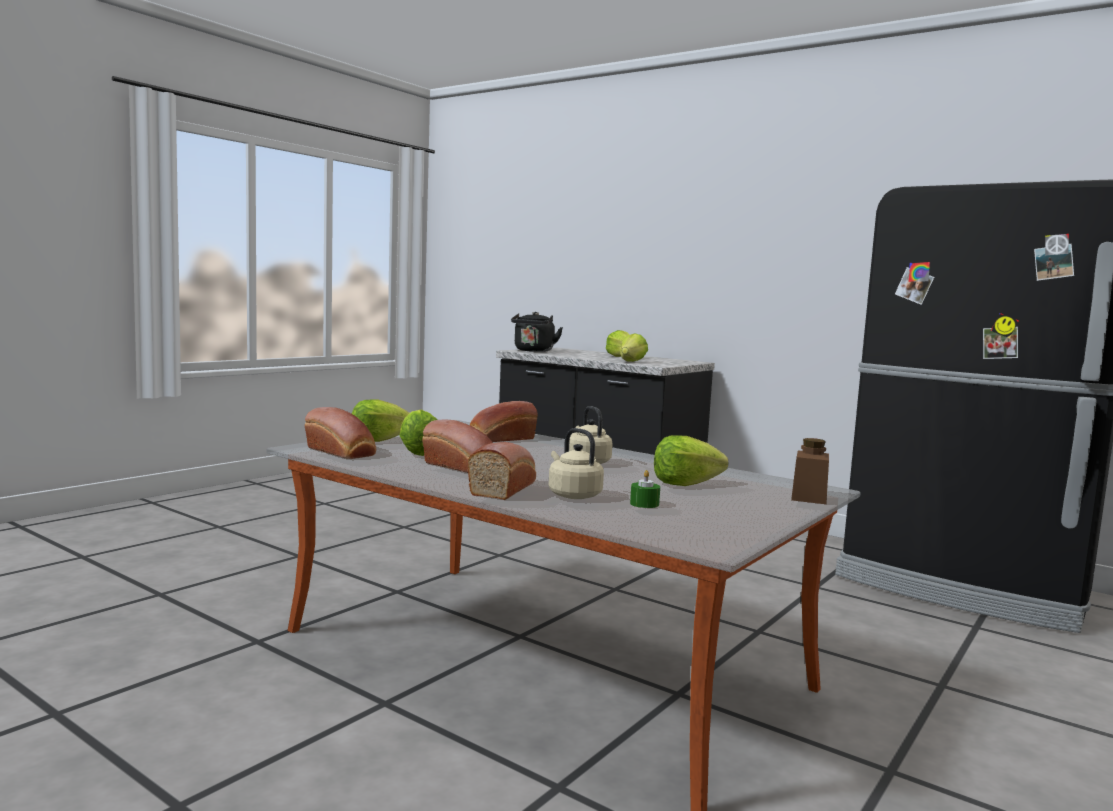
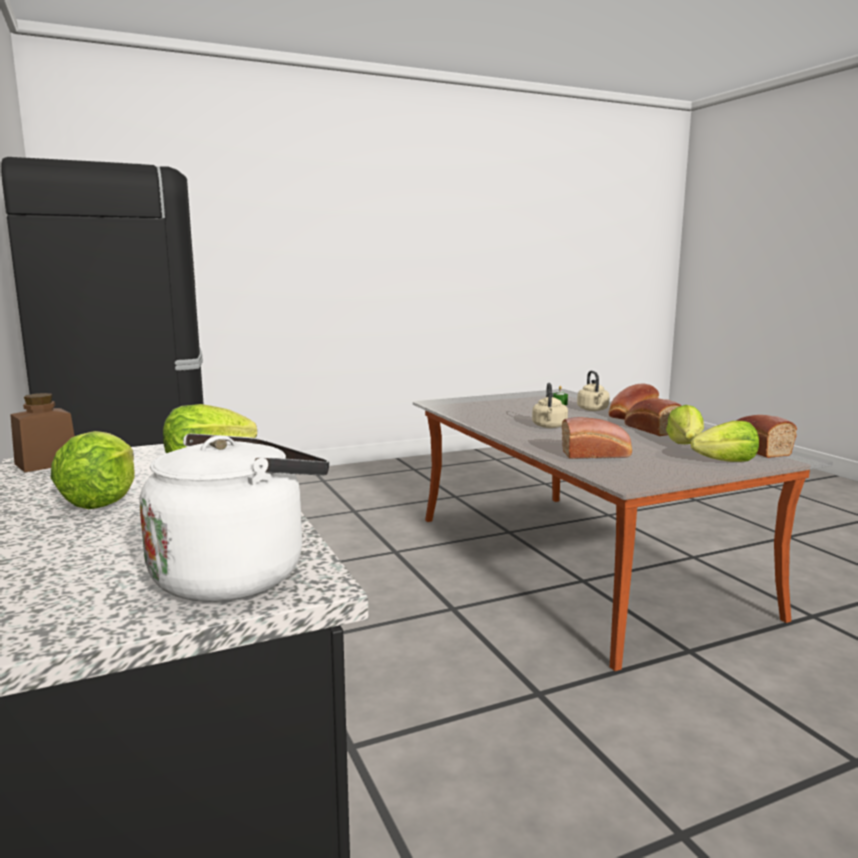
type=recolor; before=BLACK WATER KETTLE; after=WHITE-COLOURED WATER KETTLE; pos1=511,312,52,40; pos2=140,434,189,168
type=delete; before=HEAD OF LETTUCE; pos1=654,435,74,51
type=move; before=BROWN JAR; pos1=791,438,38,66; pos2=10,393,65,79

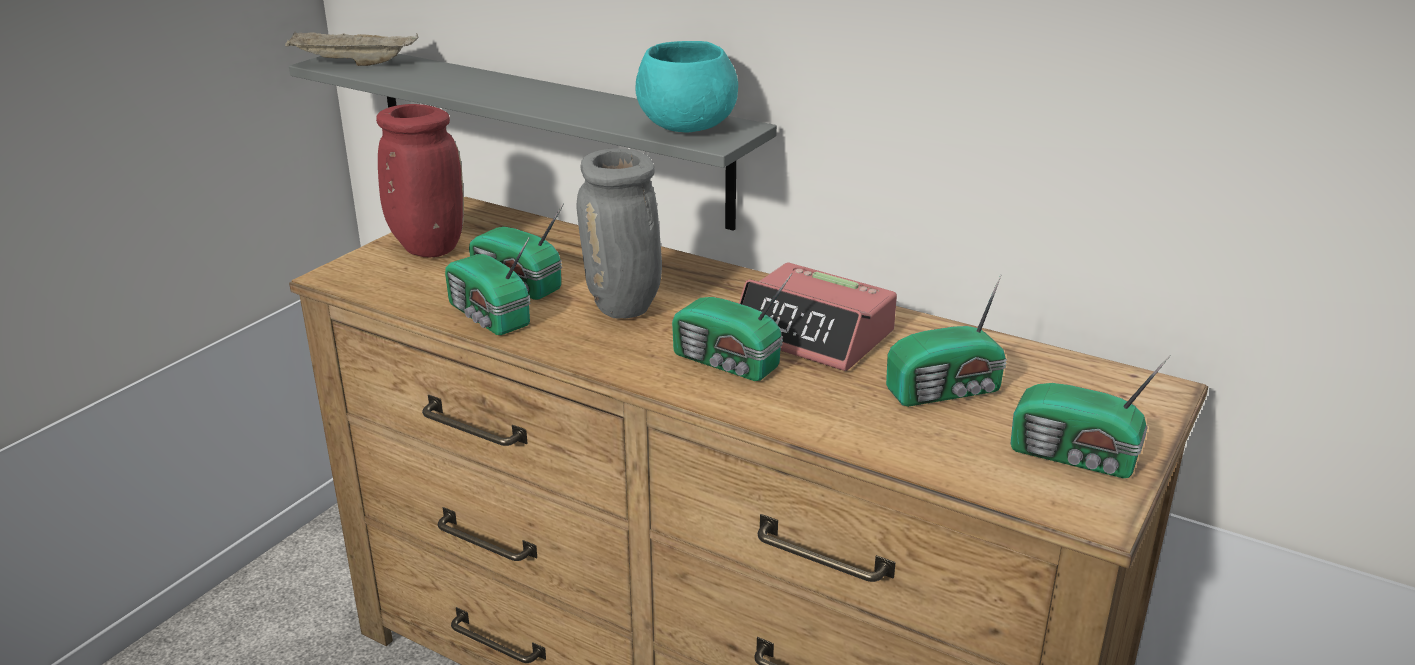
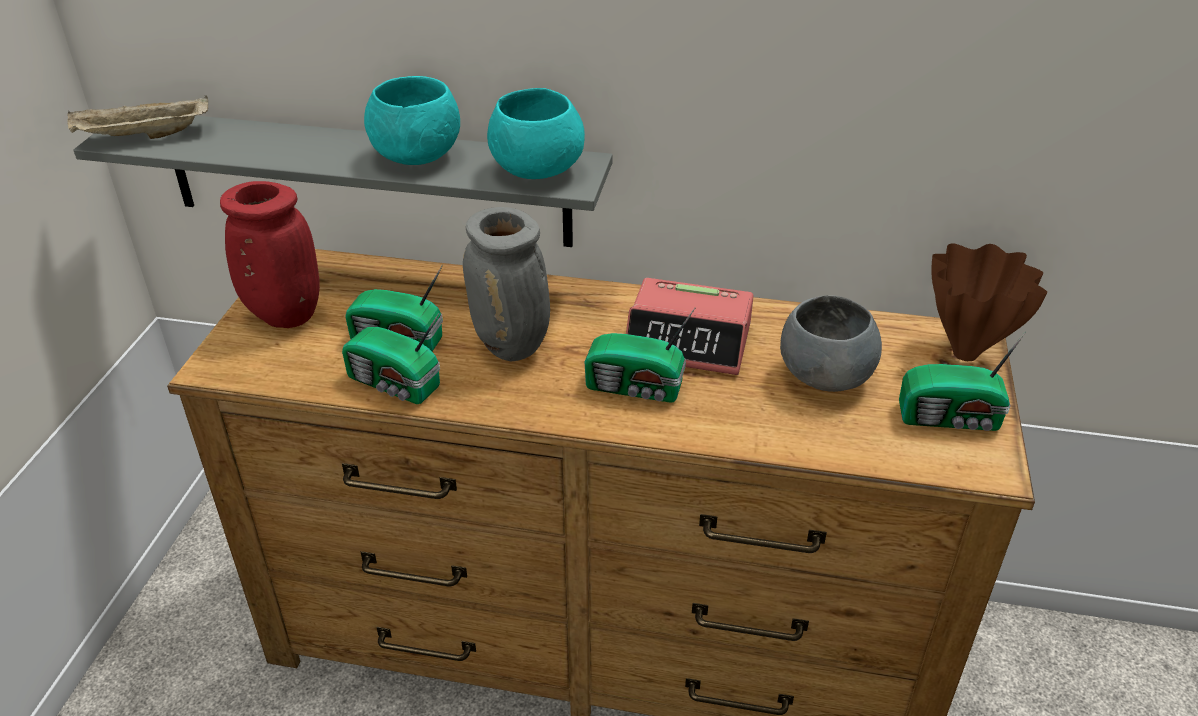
type=replace; before=RADIO RECEIVER; after=GREY DEEP DISH; pos1=886,274,121,133; pos2=780,295,102,97
type=insert; after=BLUE-GREEN DEEP DISH; pos2=364,76,96,89
type=insert; after=BROWN VASE; pos2=931,243,116,118

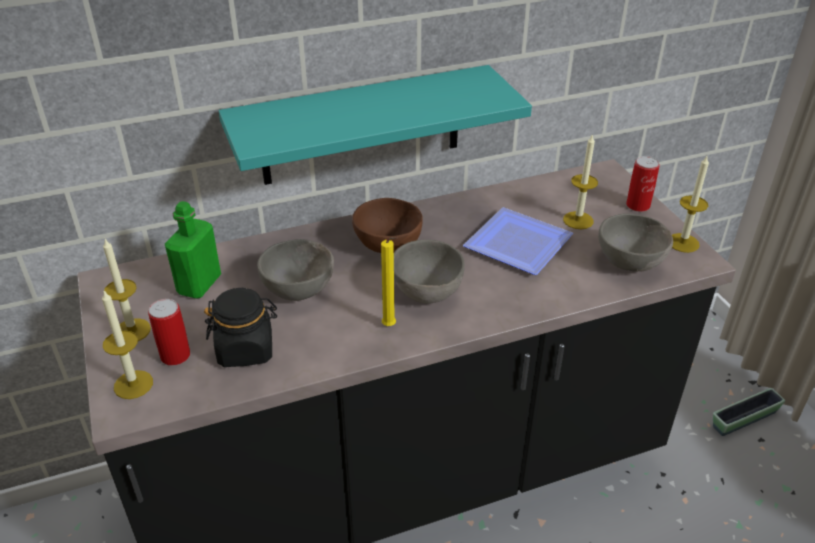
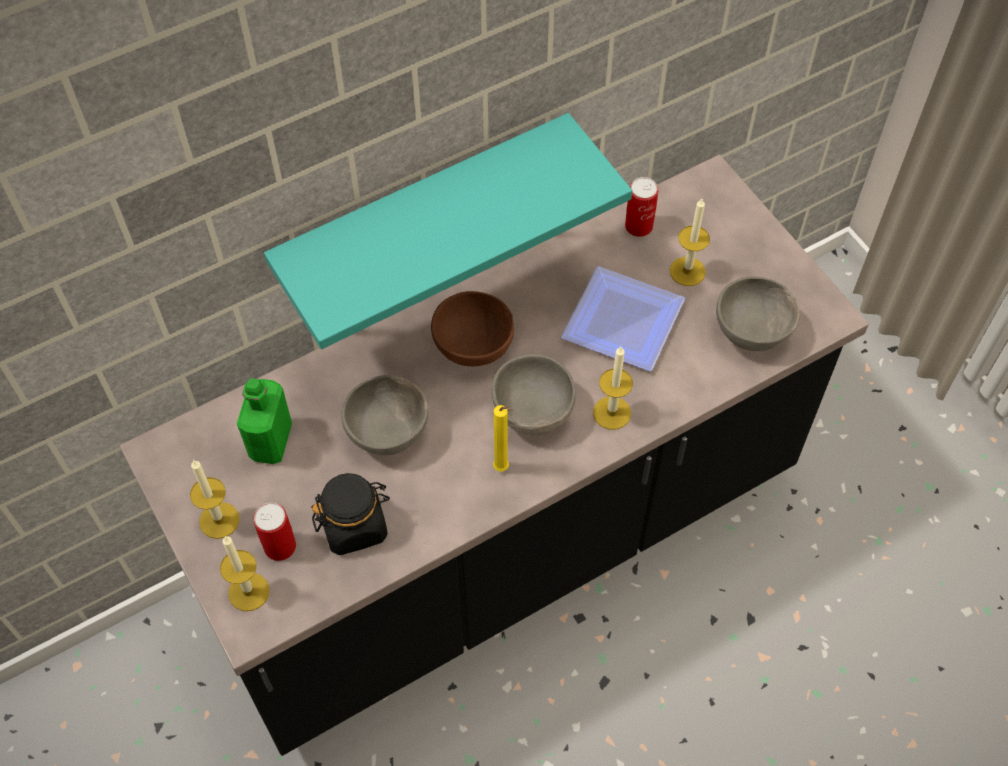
type=move; before=METAL CAN; pos1=626,156,34,56; pos2=625,177,33,60
type=move; before=CANDLE; pos1=672,156,37,97; pos2=593,347,40,83
type=delete; before=PLANTER; pos1=713,388,72,48

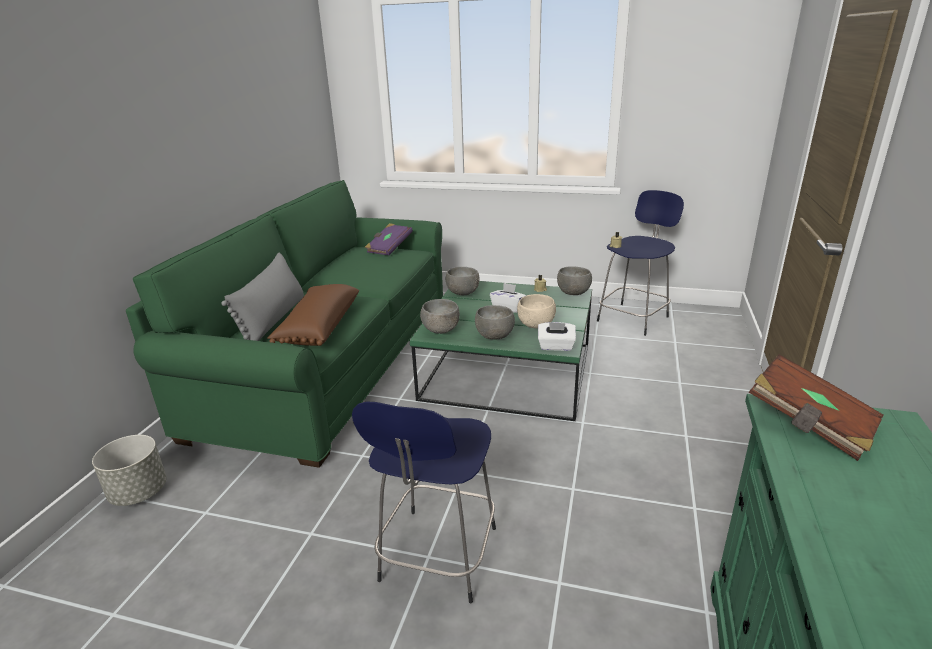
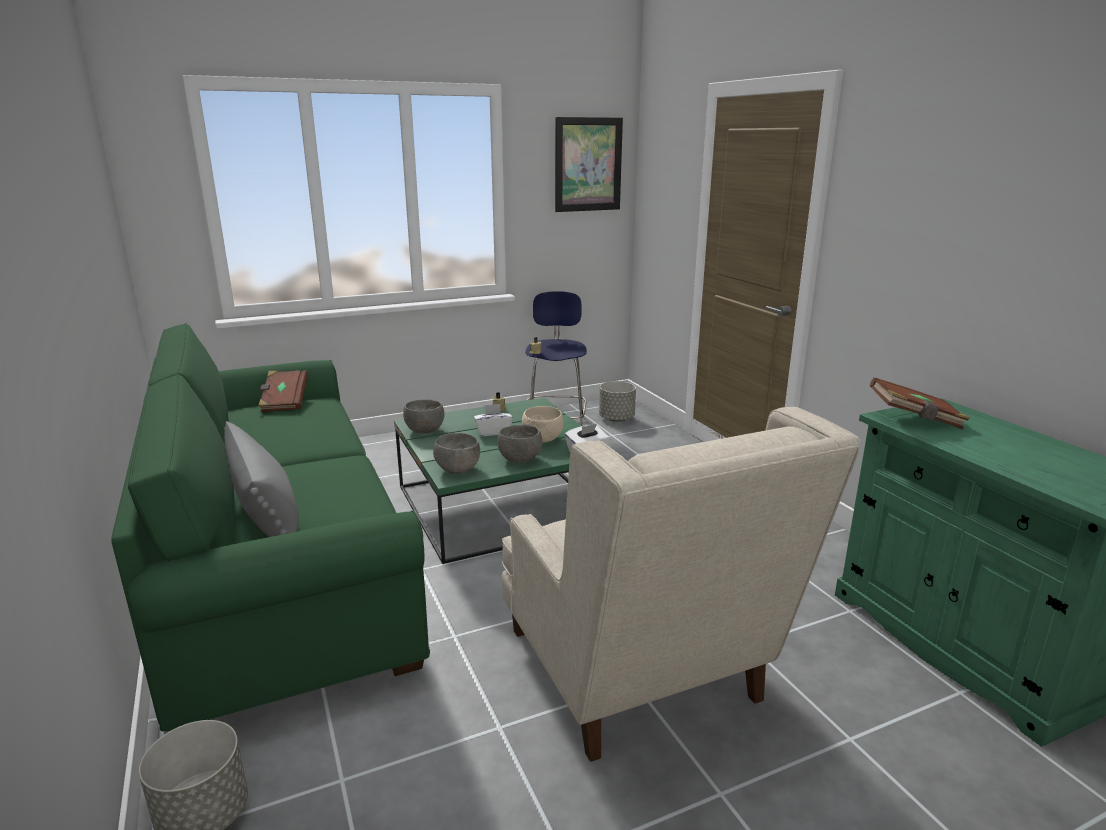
type=recolor; before=PURPLE BOUND BOOK; after=BROWN BOUND BOOK; pos1=365,223,48,33; pos2=258,370,50,42
type=delete; before=GREY DEEP DISH; pos1=557,266,35,29
type=delete; before=BROWN CUSHION; pos1=268,284,91,62
type=replace; before=BLUE-COLOURED STOOL; after=SAND-COLOURED ARMCHAIR; pos1=352,402,144,201; pos2=502,407,358,355
type=insert; after=WALL ART; pos2=555,117,68,95
type=insert; after=GREY PLANTER; pos2=599,381,37,41

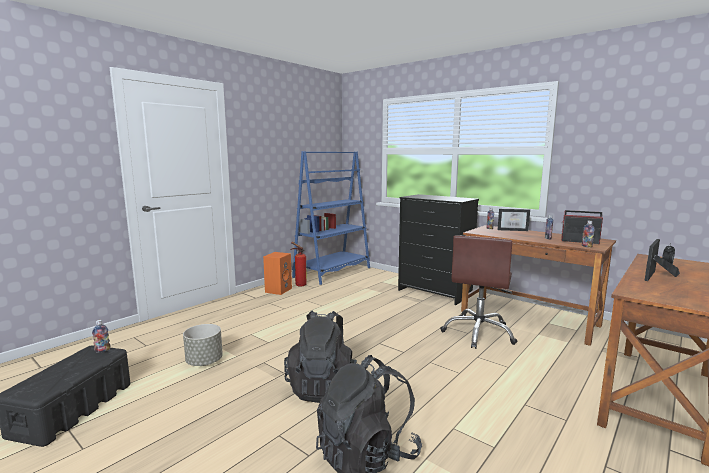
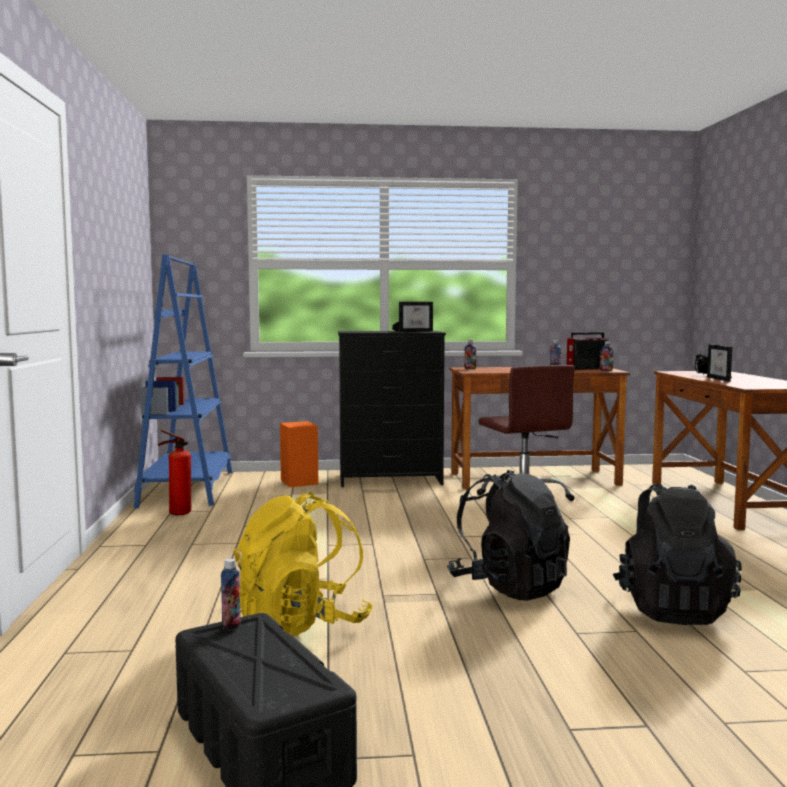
type=move; before=PHOTO FRAME; pos1=498,209,32,22; pos2=392,302,41,30
type=move; before=ORANGE AUDIO SPEAKER; pos1=263,252,29,43; pos2=280,421,38,66
type=replace; before=GREY PLANTER; after=YELLOW-COLOURED KNAPSACK; pos1=183,324,40,42; pos2=234,492,139,145

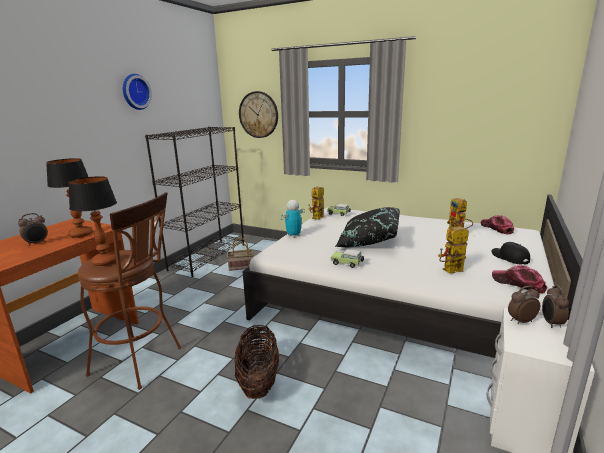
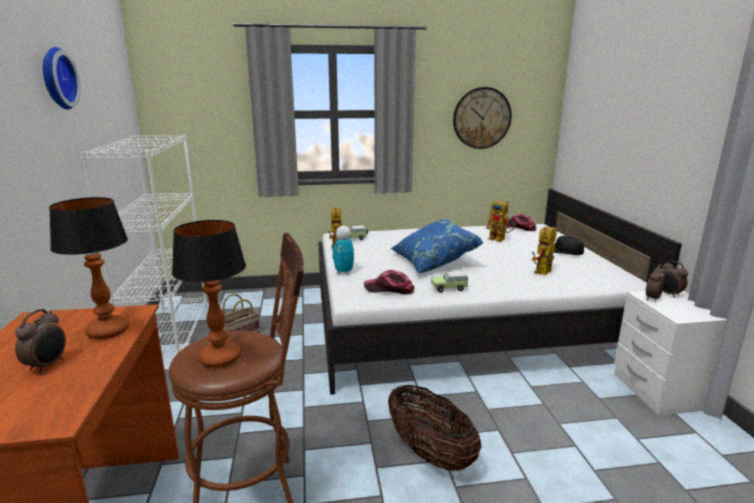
type=move; before=WALL CLOCK; pos1=239,91,39,47; pos2=453,87,59,62
type=recolor; before=BLACK BOOKCASE; after=WHITE-COLOURED BOOKCASE; pos1=145,127,99,150; pos2=81,135,126,227
type=recolor; before=BLACK CUSHION; after=BLUE-COLOURED CUSHION; pos1=335,207,65,40; pos2=390,219,93,54
type=move; before=CAP; pos1=492,265,55,29; pos2=364,270,50,24

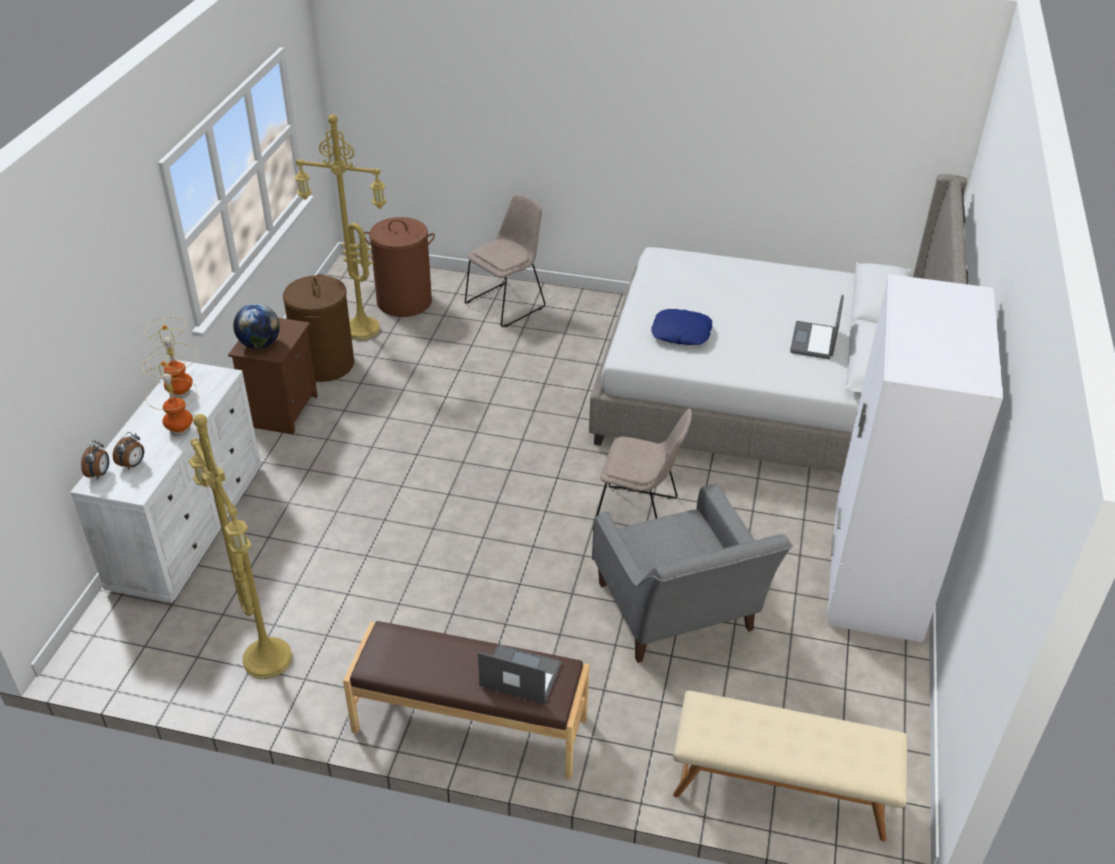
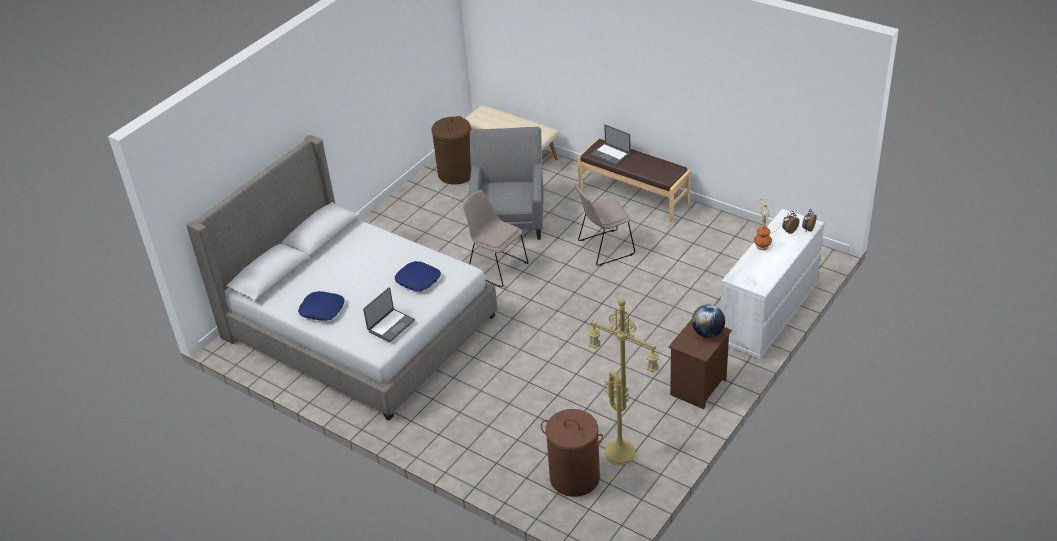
type=move; before=SAND-COLOURED UPRIGHT CHAIR; pos1=465,194,80,133; pos2=575,184,60,82
type=move; before=BROWN LAUNDRY BASKET; pos1=283,274,71,108; pos2=431,116,40,69
type=delete; before=WHITE-COLOURED WARDROBE; pos1=827,274,176,369
type=move; before=PORTABLE COMPUTER; pos1=790,295,54,64; pos2=363,287,52,56
type=delete; before=LAMP FOR A TABLE; pos1=144,317,53,82
type=delete; before=YELLOW-COLOURED STANDARD LAMP; pos1=189,414,103,265
type=insert; after=BLUE-COLOURED CUSHION; pos2=298,291,46,30

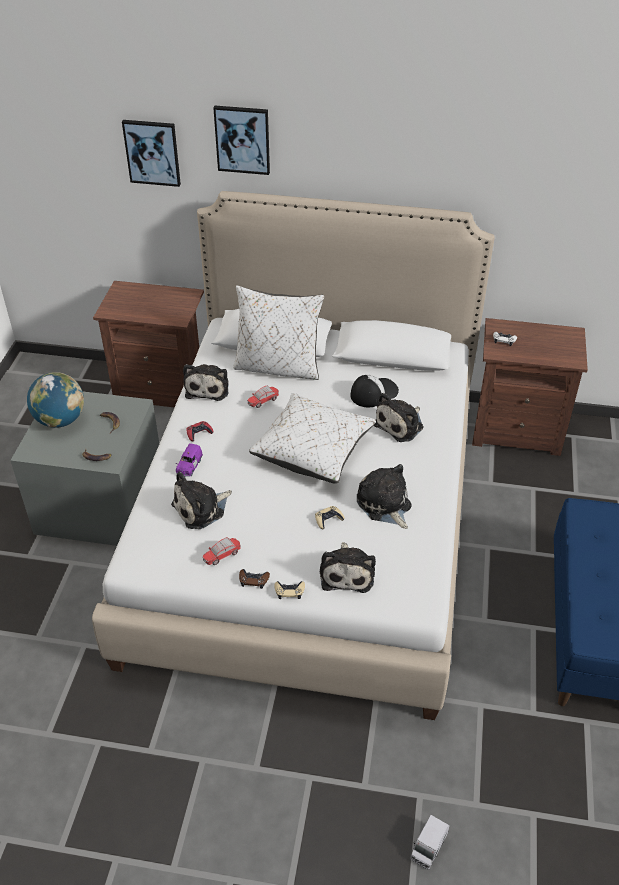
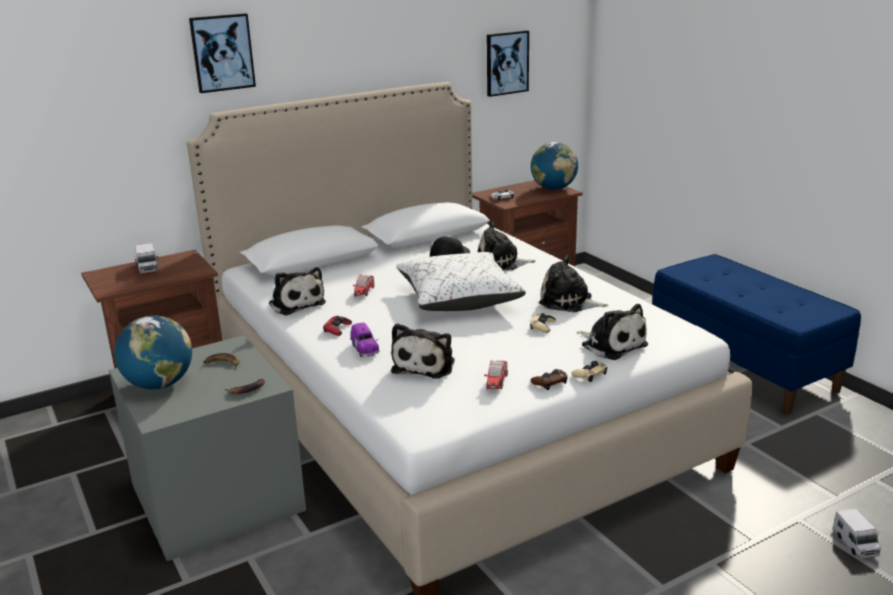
type=move; before=WALL ART; pos1=122,120,59,67; pos2=487,30,42,67
type=delete; before=WHITE-COLOURED CUSHION; pos1=233,285,91,95
type=rotate; before=SOFT TOY; pos1=373,393,50,49; pos2=478,222,58,48; turn=90
type=insert; after=GLOBE; pos2=531,142,47,48
type=insert; after=MODEL TRUCK; pos2=135,243,23,30

